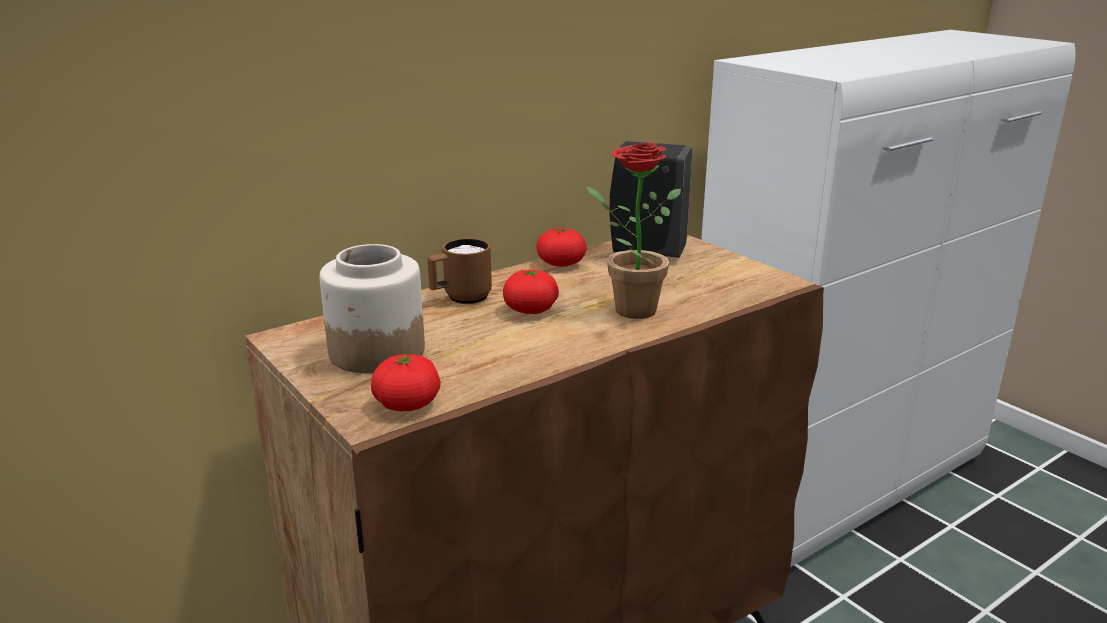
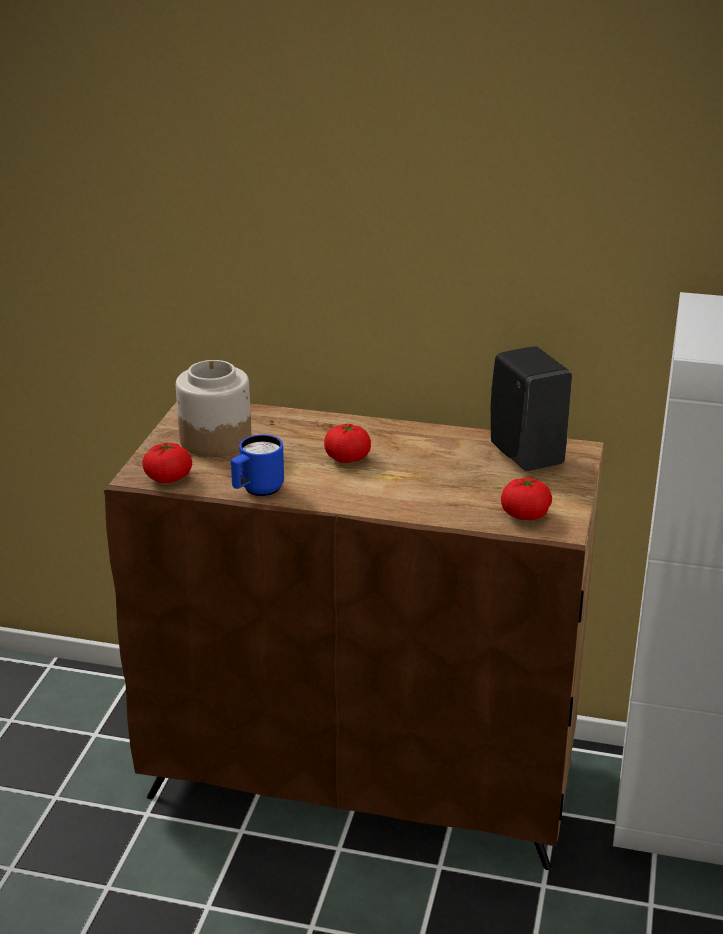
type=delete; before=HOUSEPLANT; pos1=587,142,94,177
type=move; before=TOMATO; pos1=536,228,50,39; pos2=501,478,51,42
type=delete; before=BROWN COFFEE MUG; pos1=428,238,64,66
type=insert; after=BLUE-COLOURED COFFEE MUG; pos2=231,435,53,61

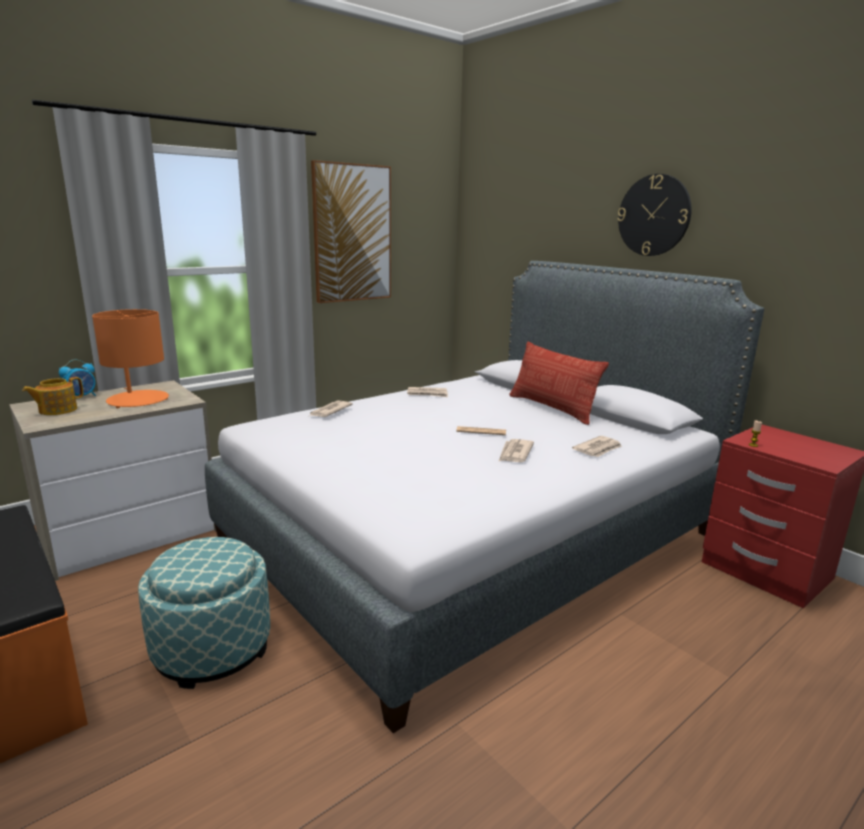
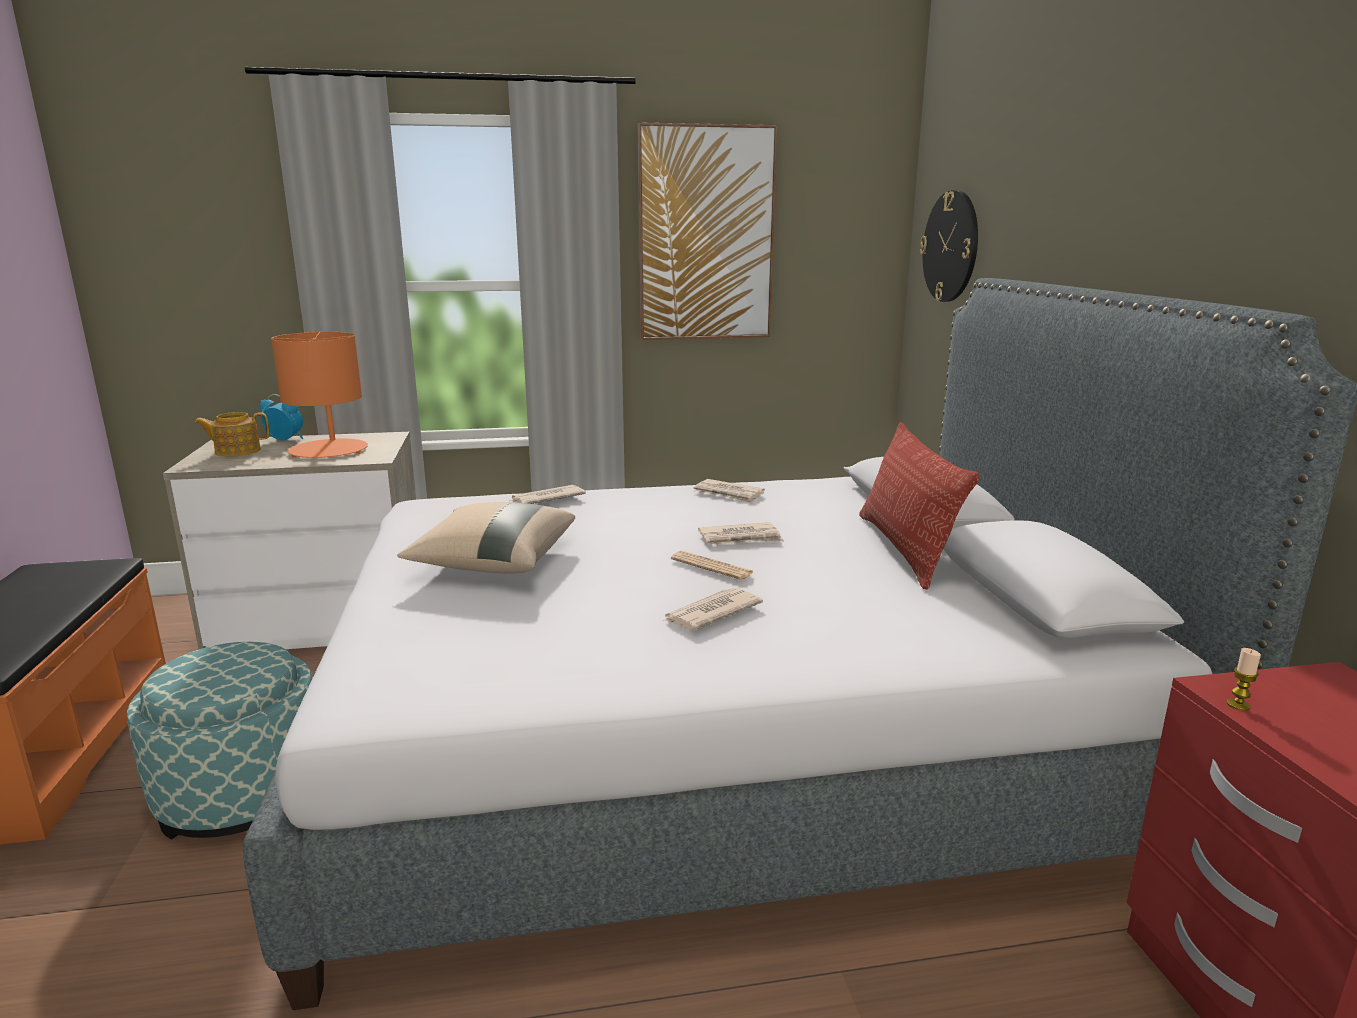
type=move; before=WALL CLOCK; pos1=617,174,75,82; pos2=920,190,58,112
type=rotate; before=ALARM CLOCK; pos1=59,359,37,37; pos2=260,394,43,46; turn=-150
type=move; before=DAILY PAPER; pos1=572,436,50,21; pos2=698,522,86,23
type=insert; after=SAND-COLOURED CUSHION; pos2=397,502,178,71

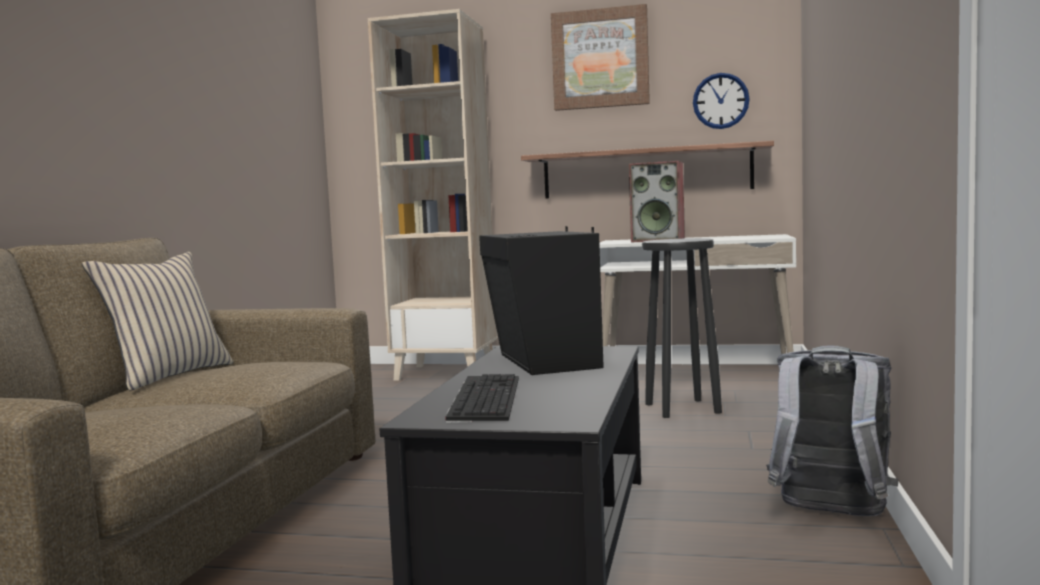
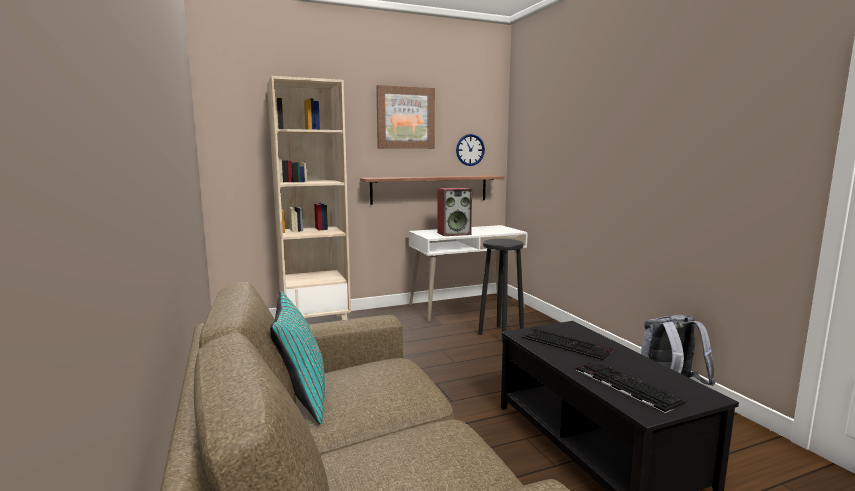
type=replace; before=BLACK AUDIO SPEAKER; after=KEYBOARD; pos1=479,226,125,149; pos2=522,329,91,31
type=recolor; before=SAND-COLOURED CUSHION; after=BLUE-GREEN CUSHION; pos1=82,251,151,140; pos2=270,291,55,133

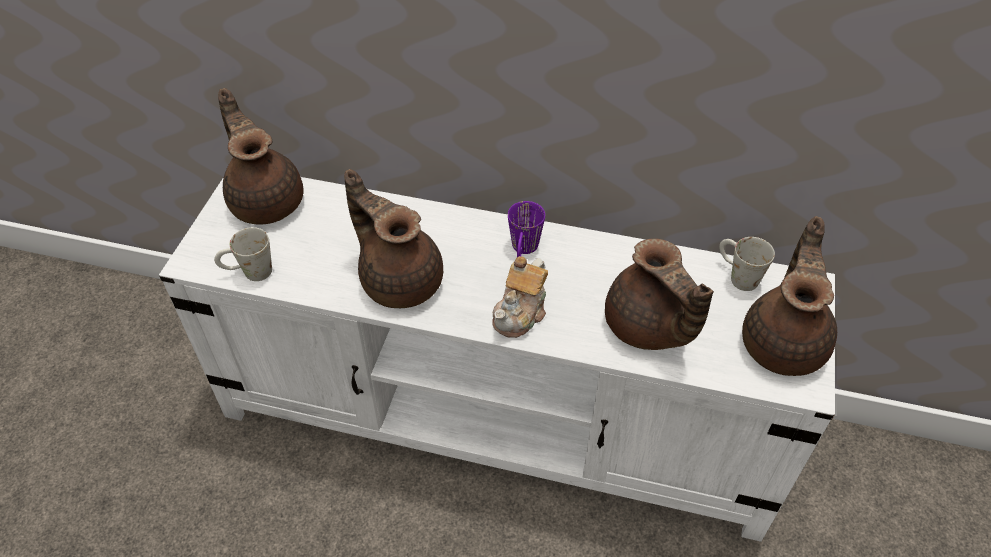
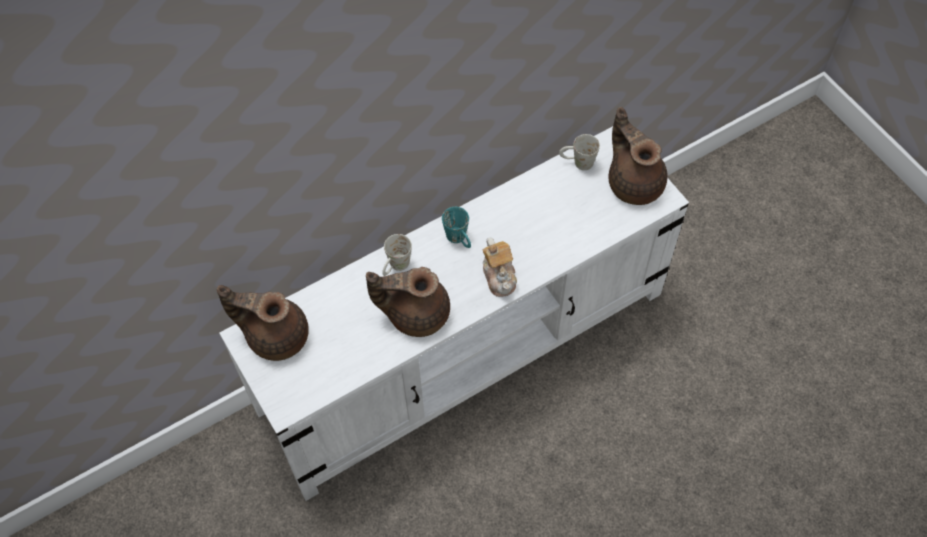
type=recolor; before=PURPLE COFFEE MUG; after=BLUE-GREEN COFFEE MUG; pos1=508,201,37,56; pos2=442,207,29,41
type=move; before=WHITE-COLOURED COFFEE MUG; pos1=214,227,58,54; pos2=382,234,30,42
type=delete; before=BROWN TEAPOT; pos1=605,238,109,112

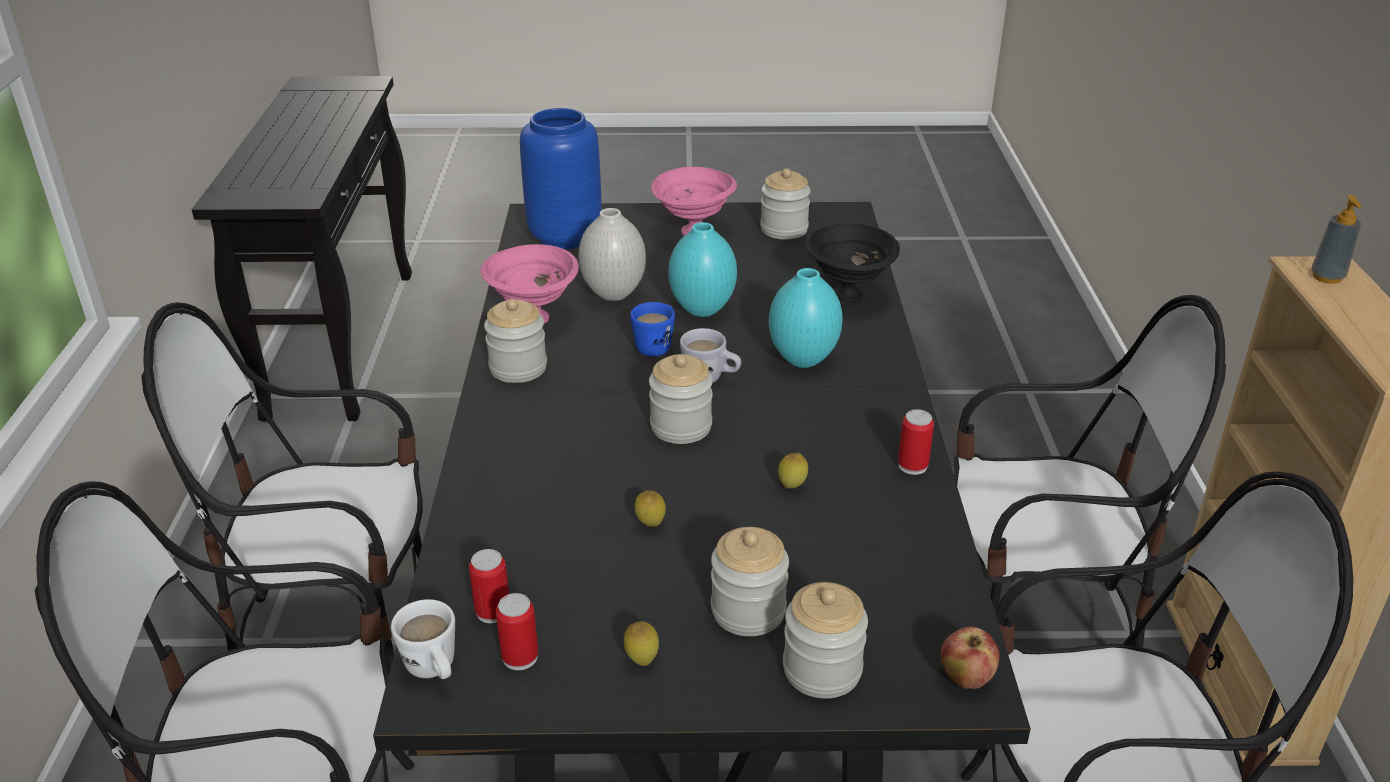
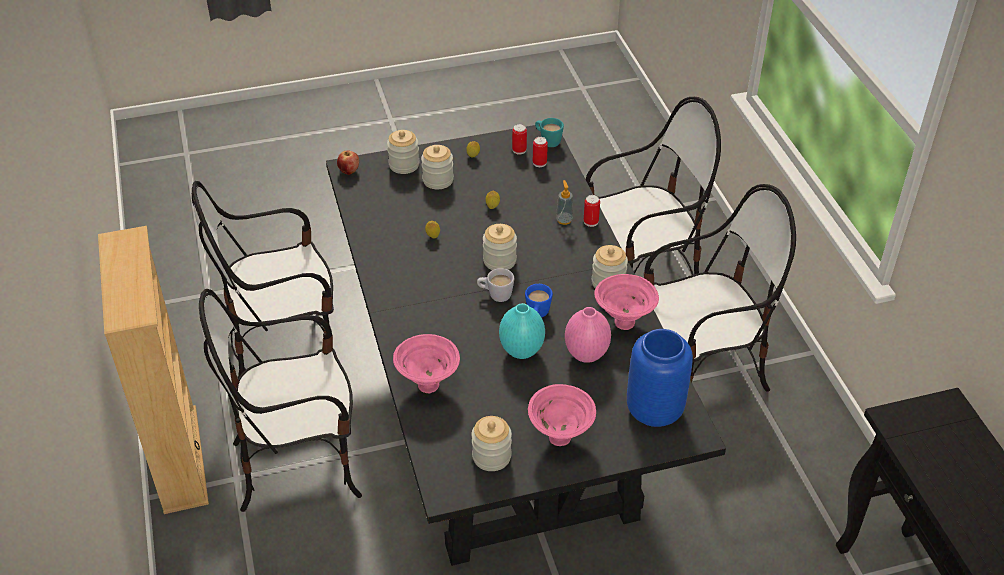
type=move; before=SOAP DISPENSER; pos1=1311,195,50,89; pos2=556,180,17,45
type=recolor; before=WHITE-COLOURED VASE; after=PINKISH VASE; pos1=579,208,67,93; pos2=565,307,46,56
type=recolor; before=BLACK DEEP DISH; after=PINKISH DEEP DISH; pos1=804,224,96,79; pos2=393,334,67,60
type=delete; before=BLUE-GREEN VASE; pos1=769,268,74,100
type=move; before=METAL CAN; pos1=898,409,36,66; pos2=584,195,16,32
type=recolor; before=WHITE-COLOURED COFFEE MUG; after=BLUE-GREEN COFFEE MUG; pos1=391,599,64,80; pos2=535,118,29,29

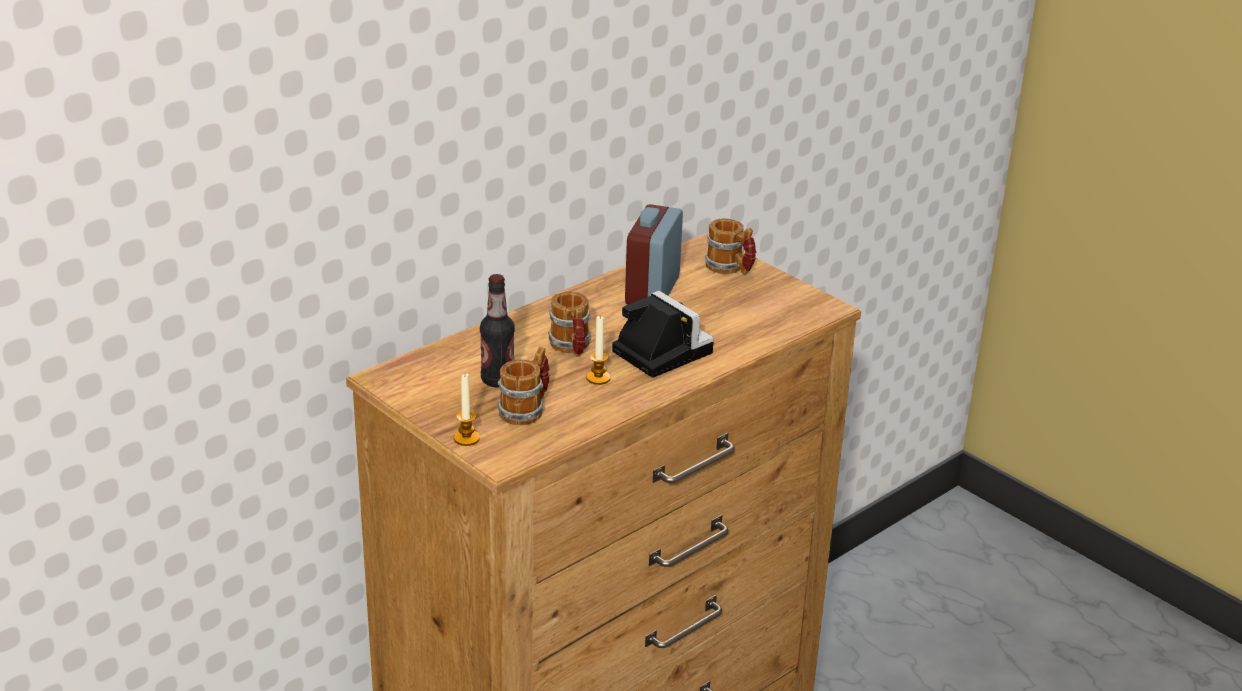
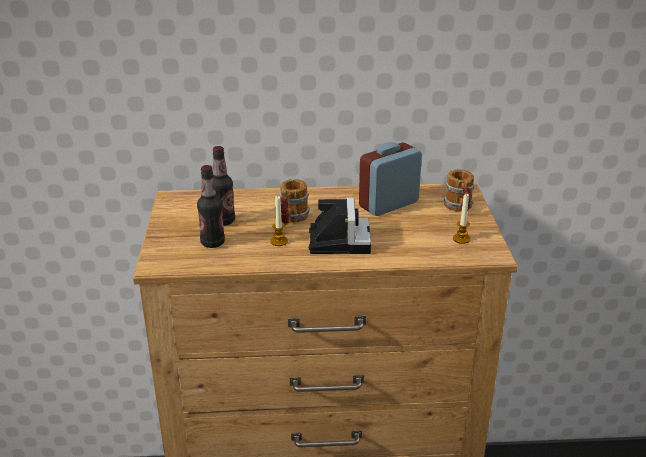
type=replace; before=COFFEE MUG; after=BOTTLE; pos1=497,346,53,79; pos2=197,165,28,83
type=move; before=CANDLE; pos1=454,373,26,73; pos2=453,193,18,51

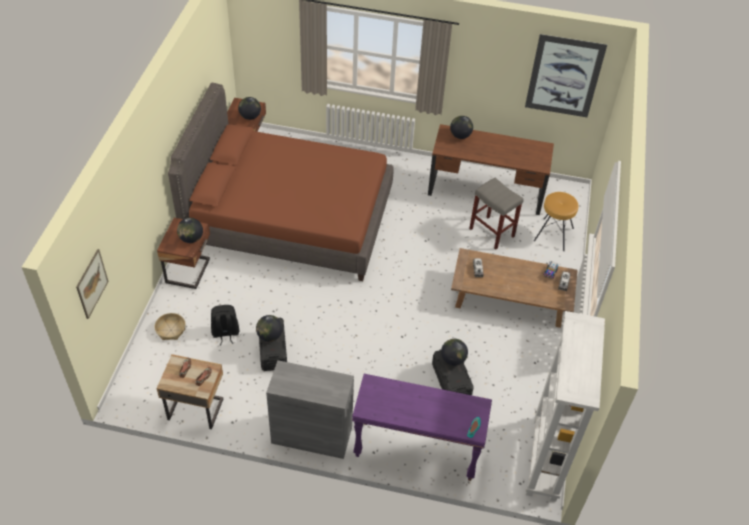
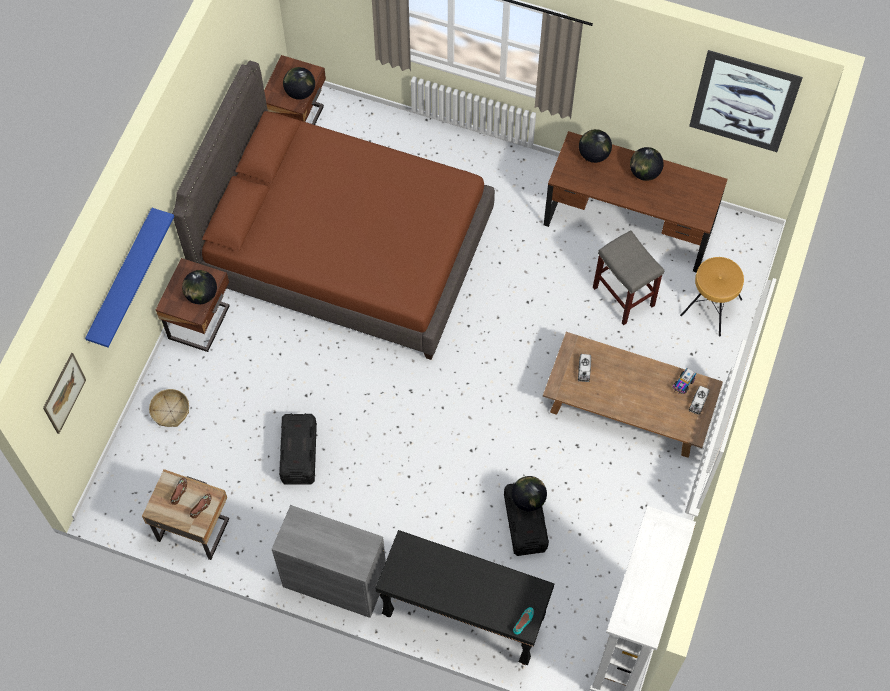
type=delete; before=BLACK KNAPSACK; pos1=211,305,28,41
type=move; before=GLOBE; pos1=256,315,27,27; pos2=630,147,34,34
type=recolor; before=PURPLE NARROW TABLE; after=BLACK NARROW TABLE; pos1=352,374,140,107; pos2=375,530,179,135
type=insert; after=BLUE-COLOURED BRACKET SHELF; pos2=85,208,89,140

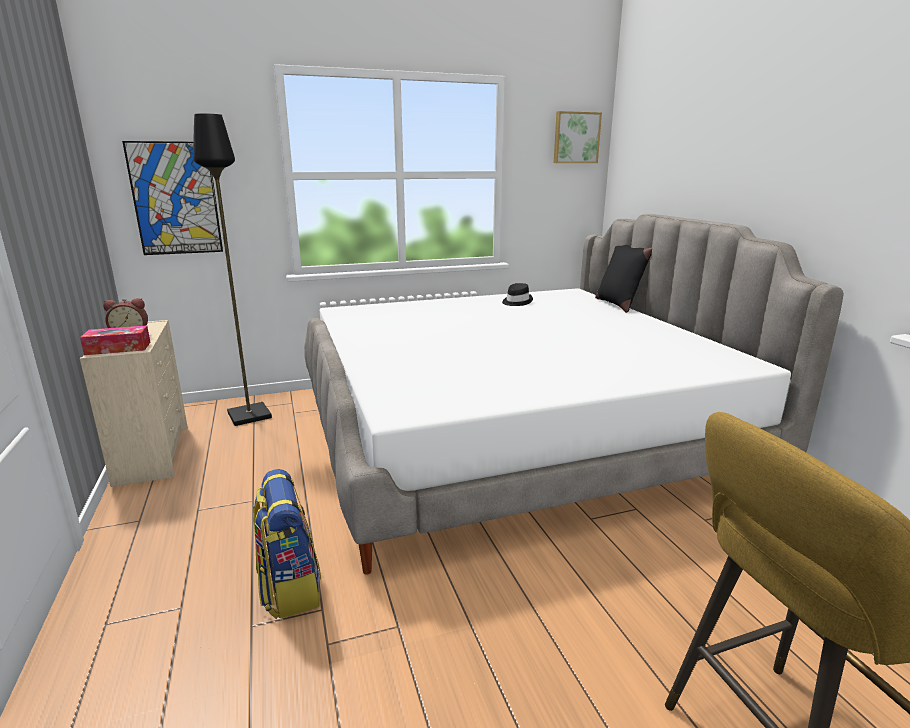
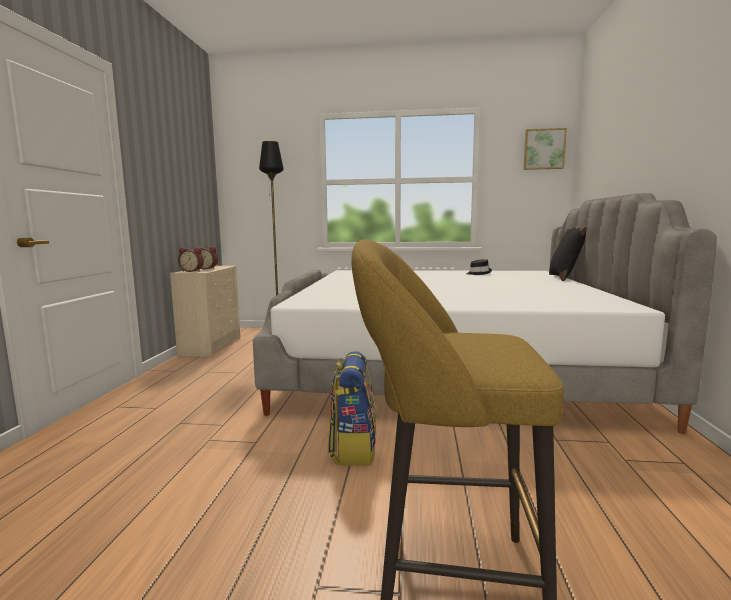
type=delete; before=WALL ART; pos1=122,141,101,114
type=replace; before=TISSUE HOLDER; after=ALARM CLOCK; pos1=80,325,70,30; pos2=178,247,26,25
type=move; before=KNAPSACK; pos1=253,469,68,150; pos2=328,351,49,115

